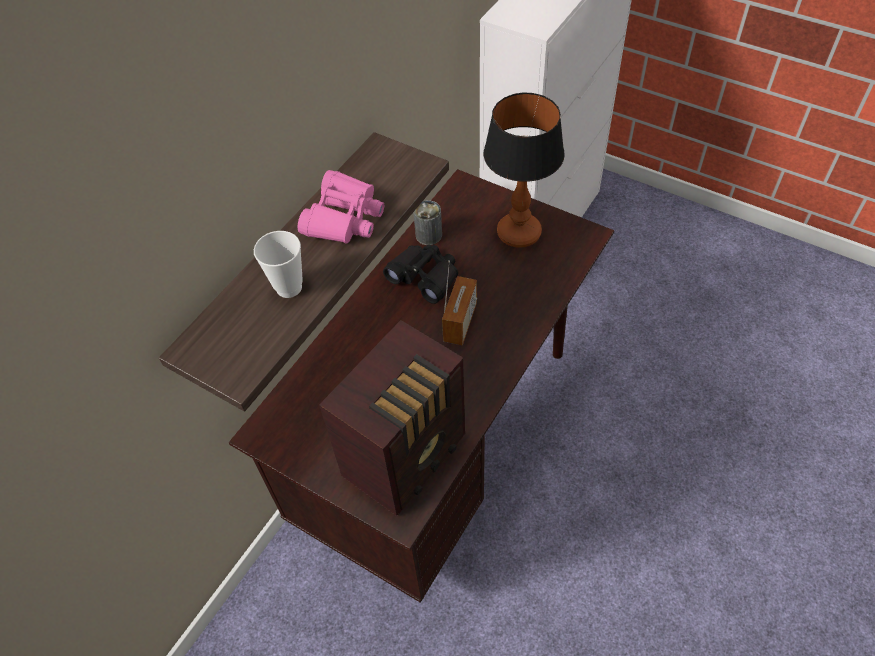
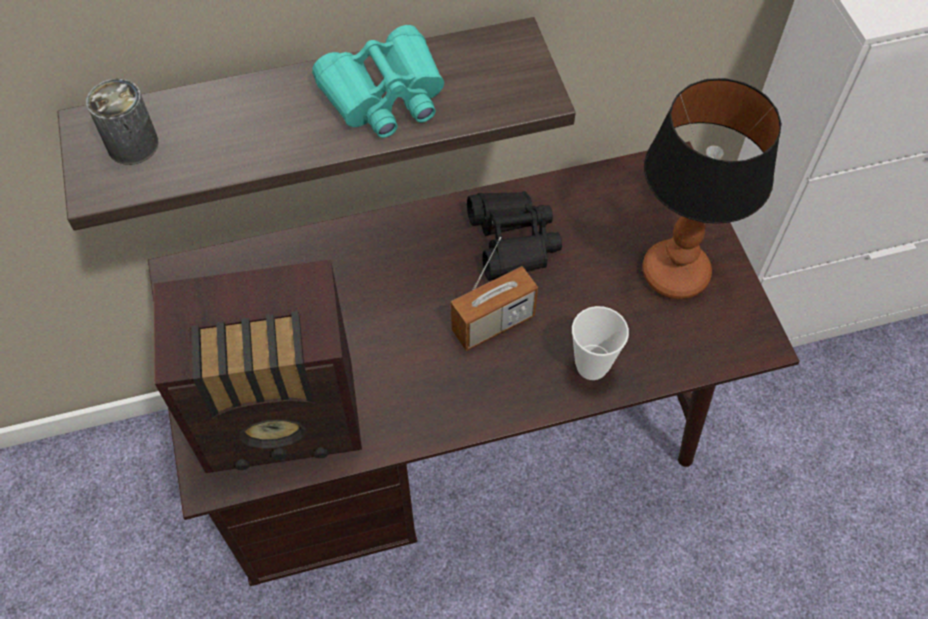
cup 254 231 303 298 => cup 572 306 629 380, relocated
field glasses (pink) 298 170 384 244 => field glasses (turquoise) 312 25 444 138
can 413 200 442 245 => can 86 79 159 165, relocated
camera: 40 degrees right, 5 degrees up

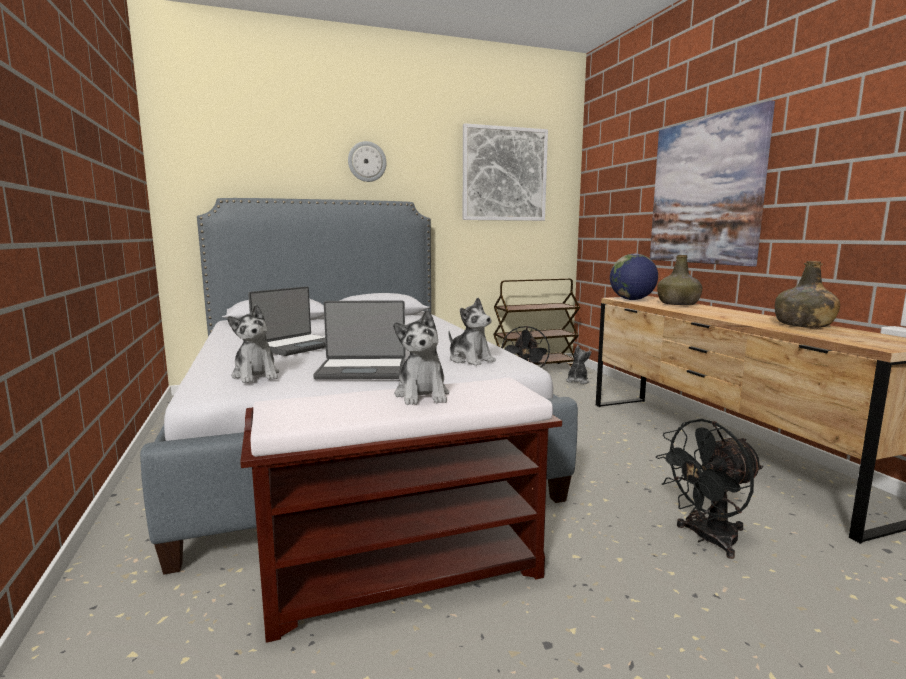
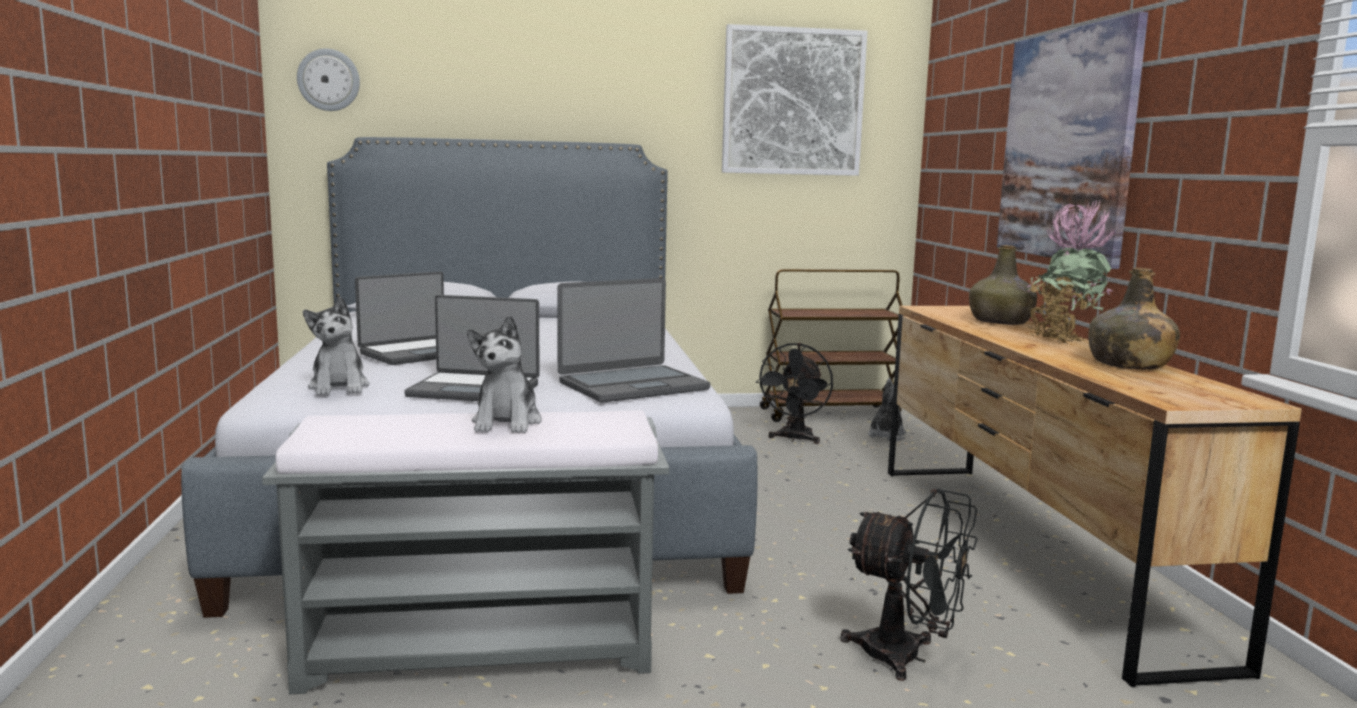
indoor bench (brownish) 240 378 562 643 => indoor bench (gray) 262 410 669 694
hanging clock 348 141 387 182 => hanging clock 297 48 360 111, relocated
plush toy 449 298 496 366 => portable computer 557 278 710 403
globe 610 254 658 300 => nothing
electric fan (black) 656 419 763 559 => electric fan (black) 841 489 978 681, 135 degrees counterclockwise
nothing => plant in a pot 1025 200 1116 344
camera: 10 degrees right, 0 degrees up

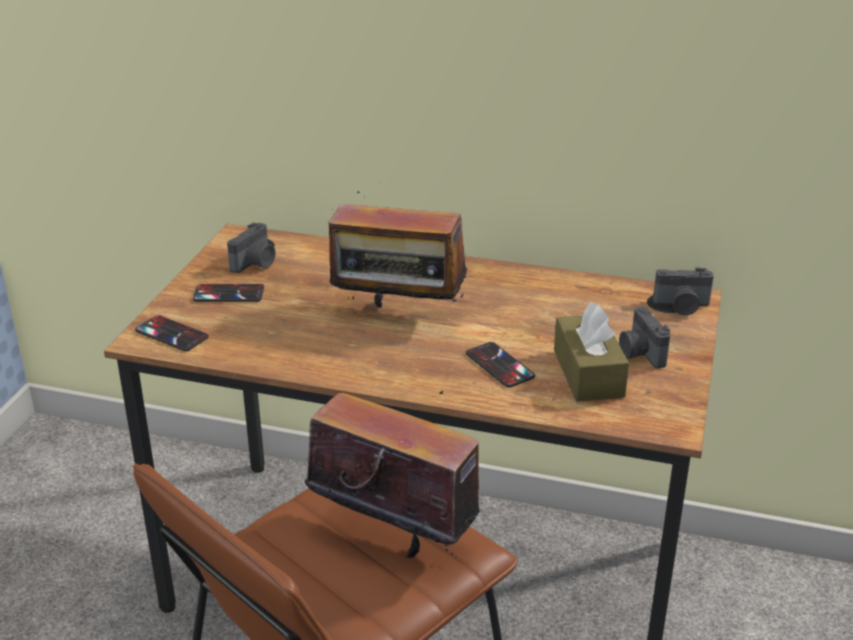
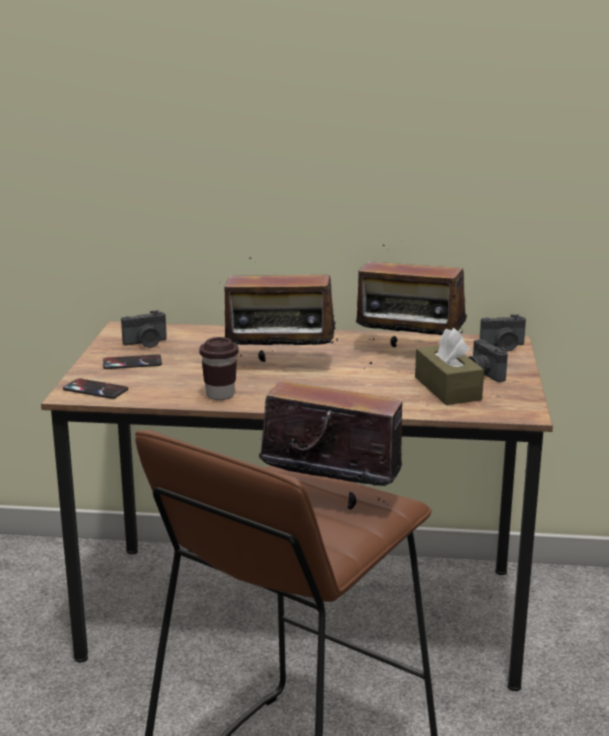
still camera 227 222 275 273 => still camera 121 310 167 348, 45 degrees clockwise
handset 466 342 535 388 => nothing
nothing => cup (brownish) 199 337 238 400
nothing => radio receiver 356 245 467 348
camera: 10 degrees left, 10 degrees down

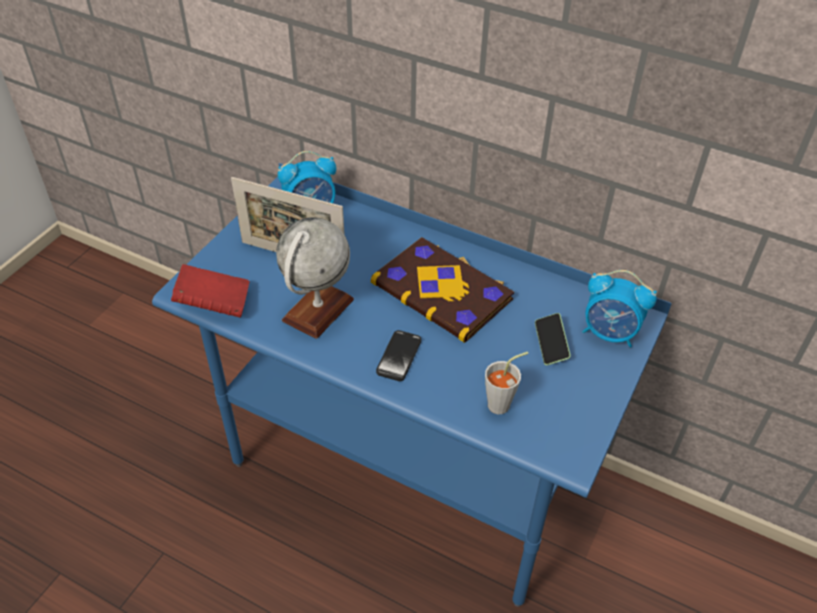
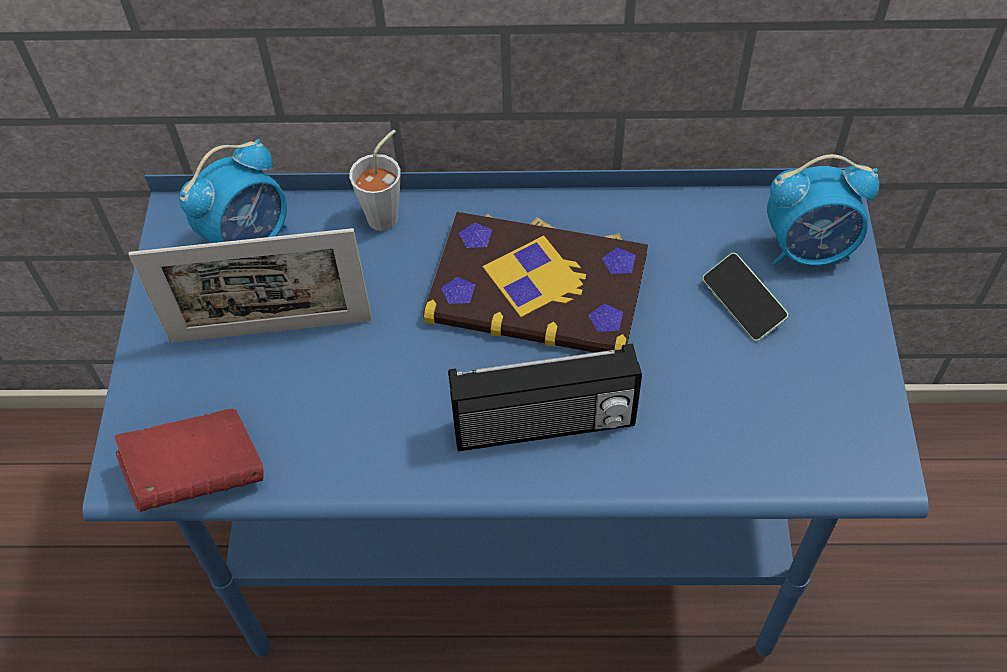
globe 276 217 354 339 => nothing
handset 376 330 421 381 => radio receiver 448 343 642 452
cup (gray) 485 352 528 414 => cup (gray) 349 130 400 231, relocated
camera: 25 degrees left, 10 degrees up

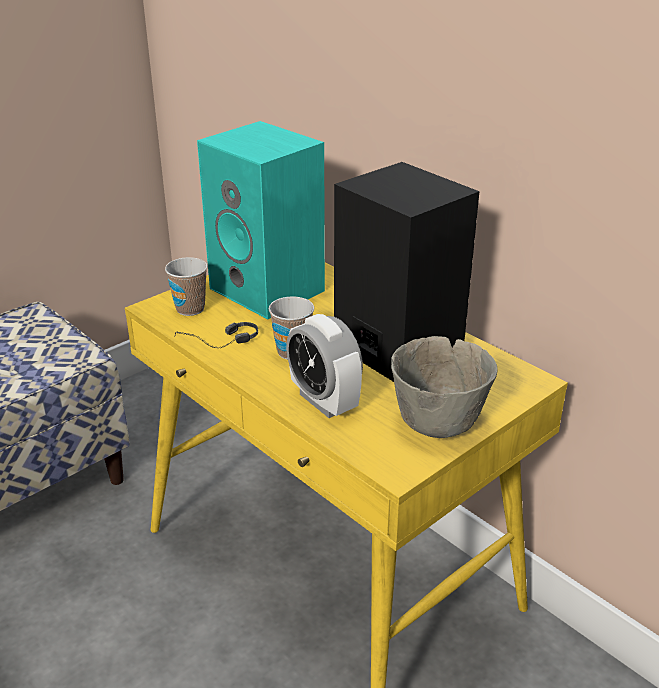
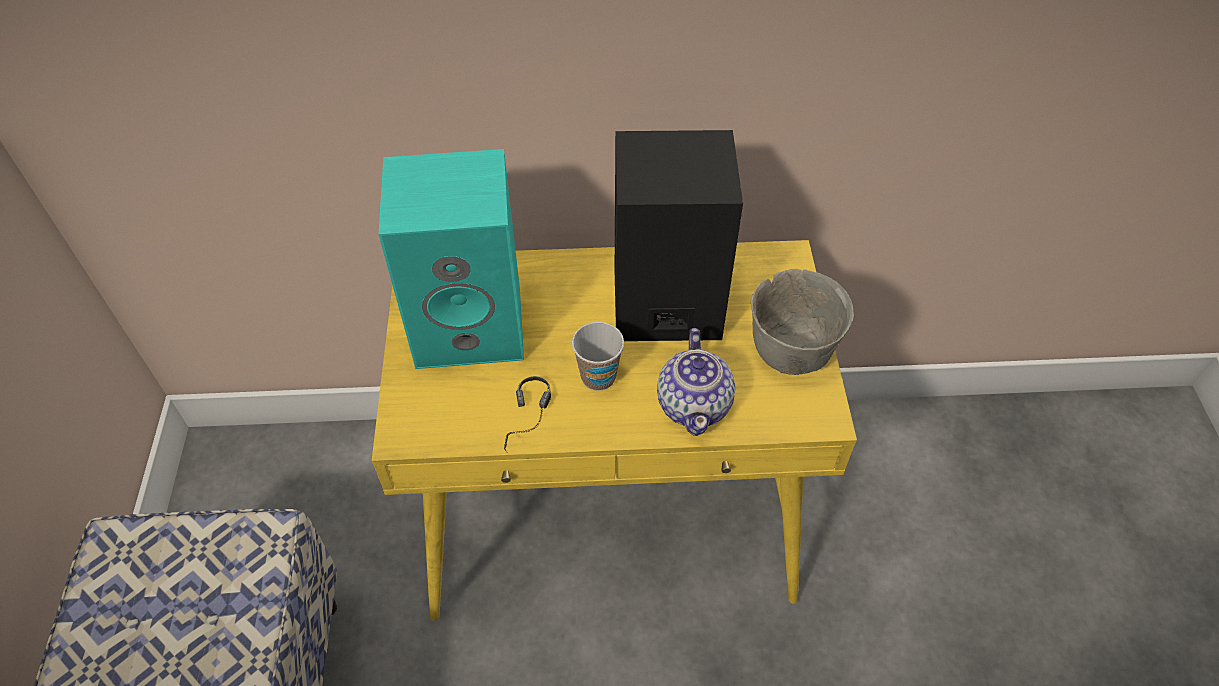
cup 165 257 208 316 => nothing
bedside clock 286 314 363 418 => pot for tea 657 328 736 436
camera: 50 degrees left, 20 degrees up

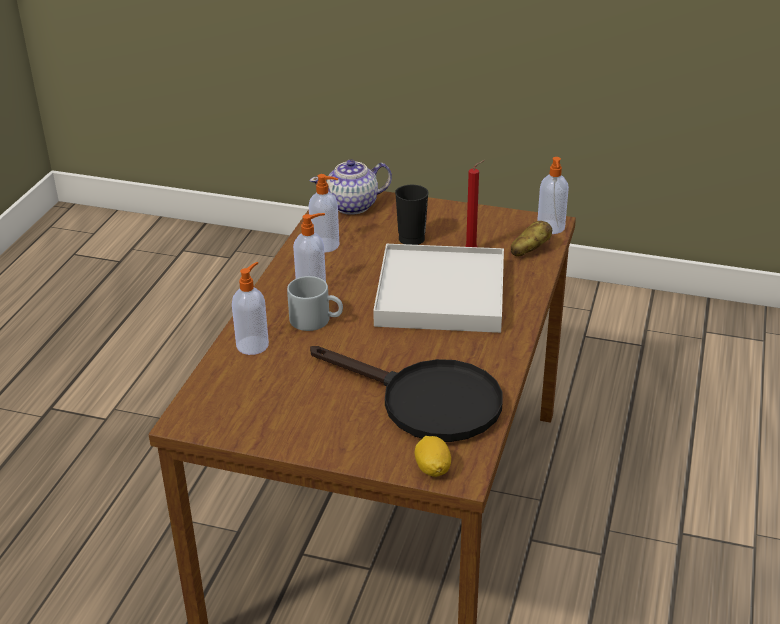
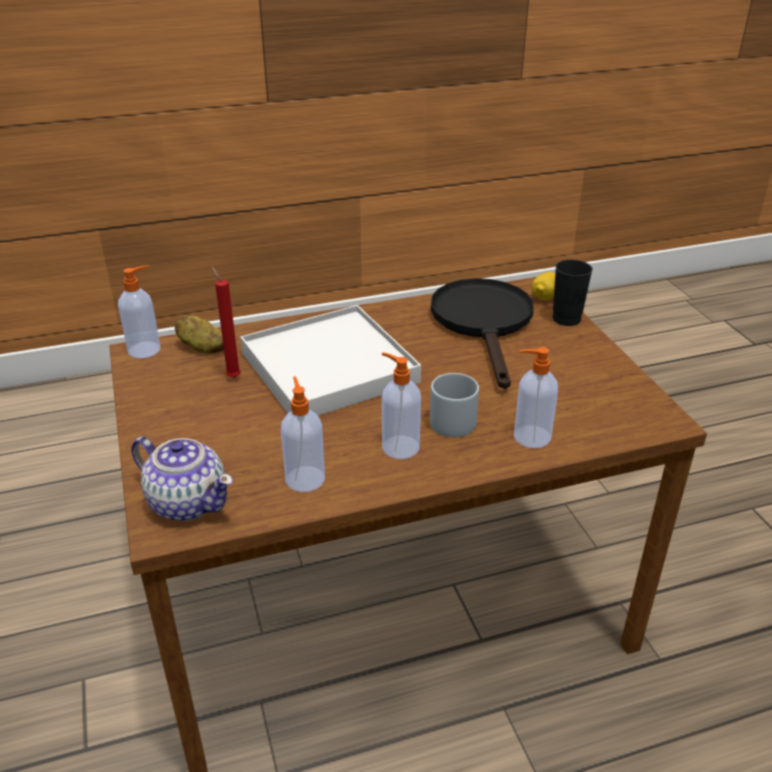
cup (black) 395 185 428 245 => cup (black) 552 259 593 326, relocated
camera: 125 degrees left, 0 degrees up

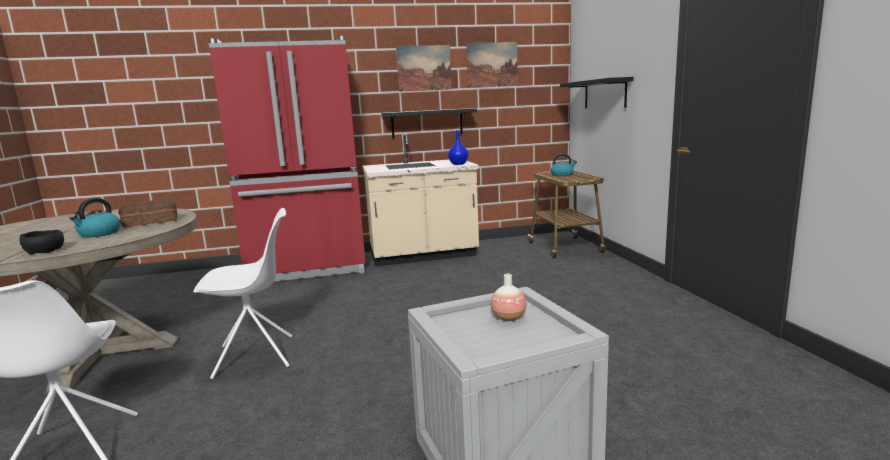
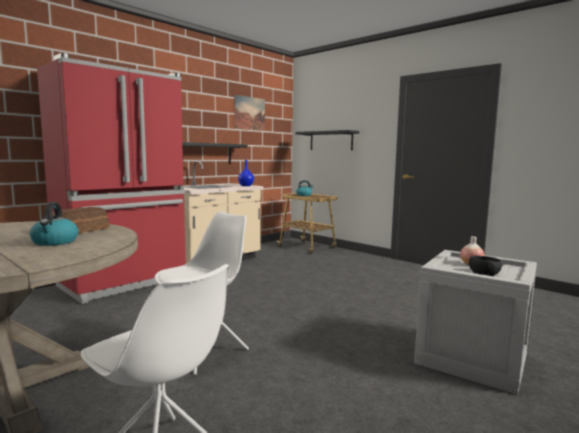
deep dish (black) 20 230 64 255 => deep dish (black) 469 255 502 276, relocated
wall art 396 45 452 92 => nothing
camera: 35 degrees left, 5 degrees down

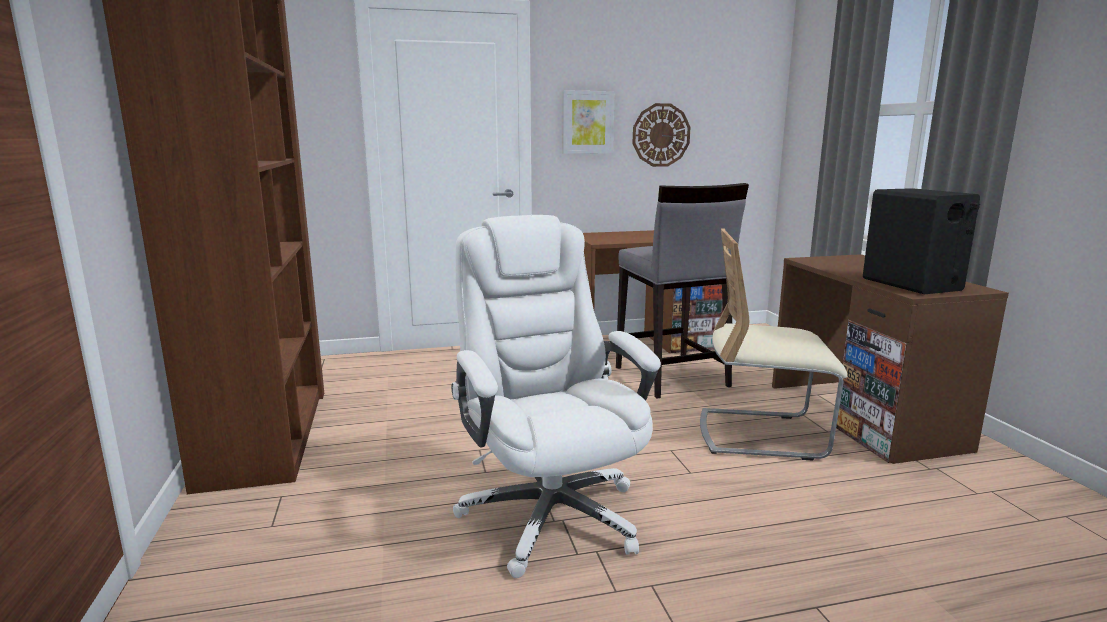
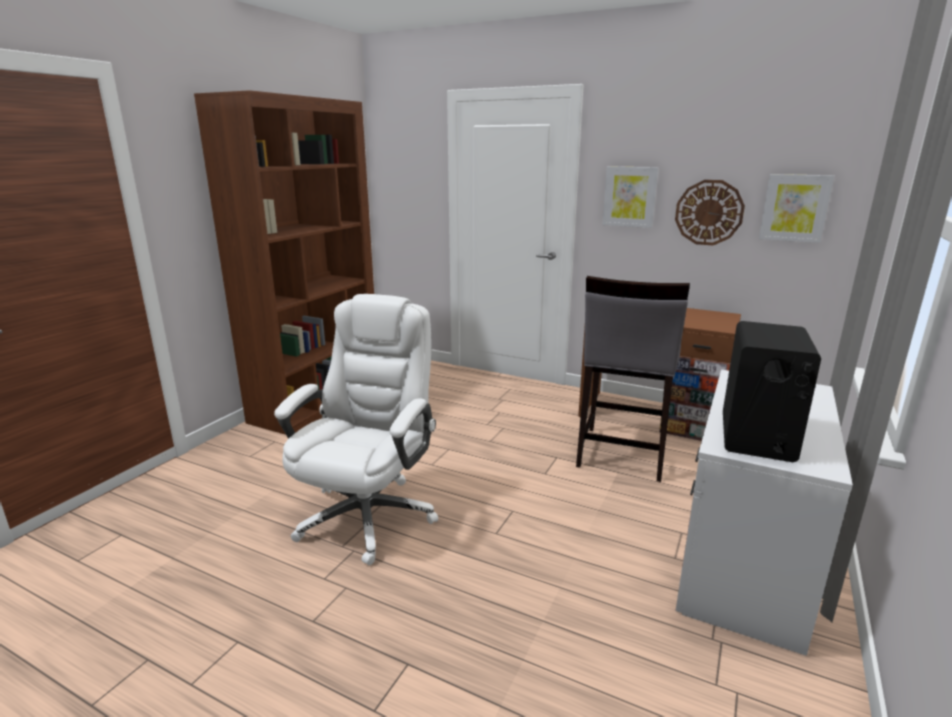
upright chair (sand-coloured) 700 228 847 461 => nothing
desk (brownish) 772 254 1009 464 => desk (whitish) 675 369 853 656
nothing => wall art 759 174 834 243
camera: 40 degrees right, 5 degrees up

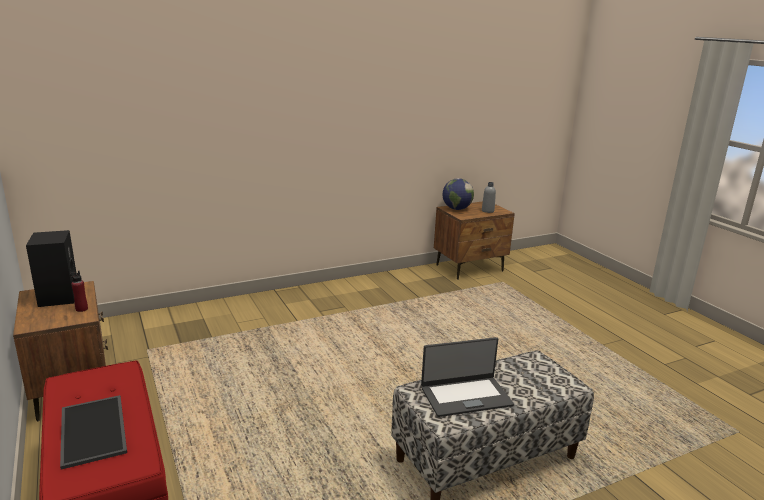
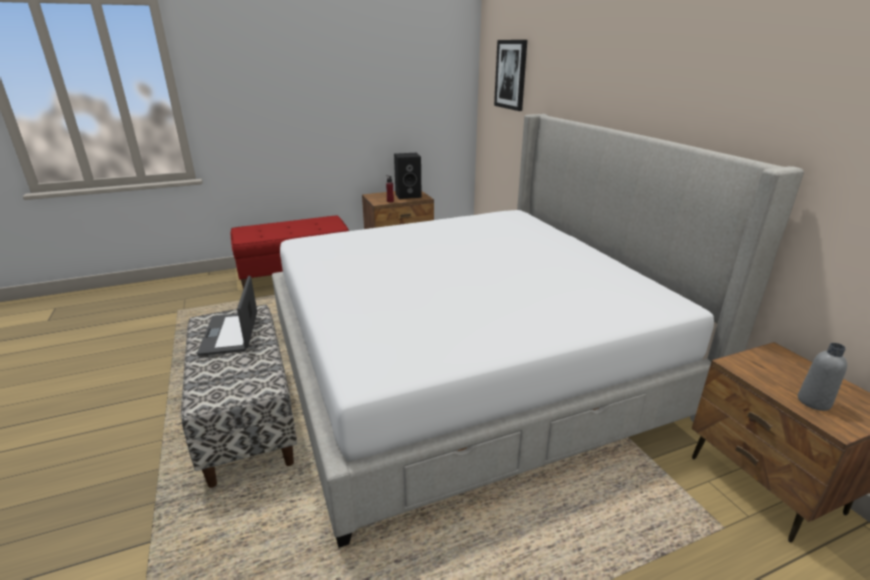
tray 60 395 127 470 => nothing
globe 443 178 474 210 => nothing
nothing => bedroom bed 272 114 804 548
nothing => wall art 494 40 527 111
camera: 95 degrees right, 5 degrees up

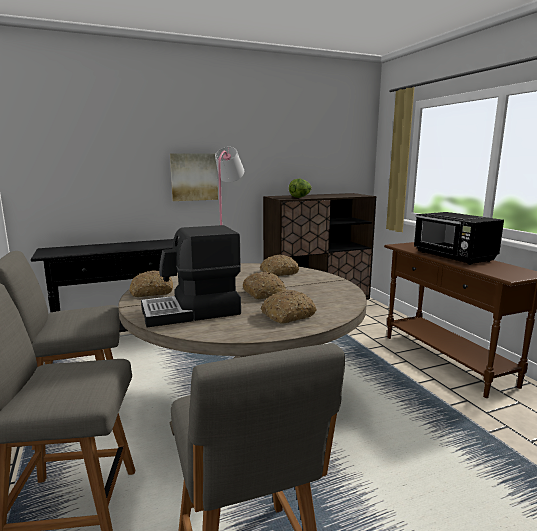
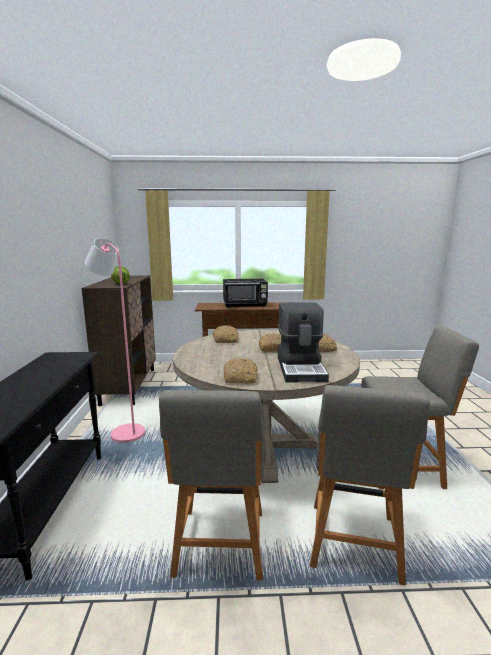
wall art 170 153 218 201 => nothing
camera: 70 degrees left, 0 degrees up

